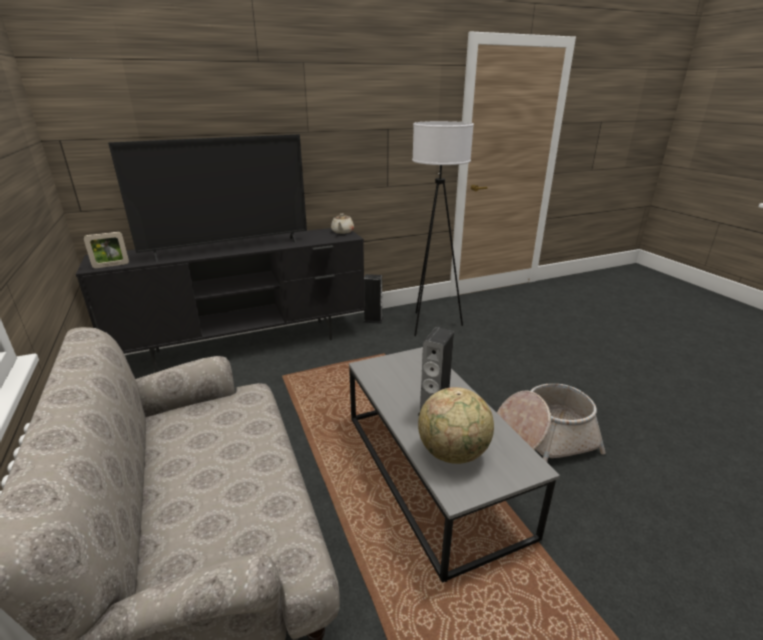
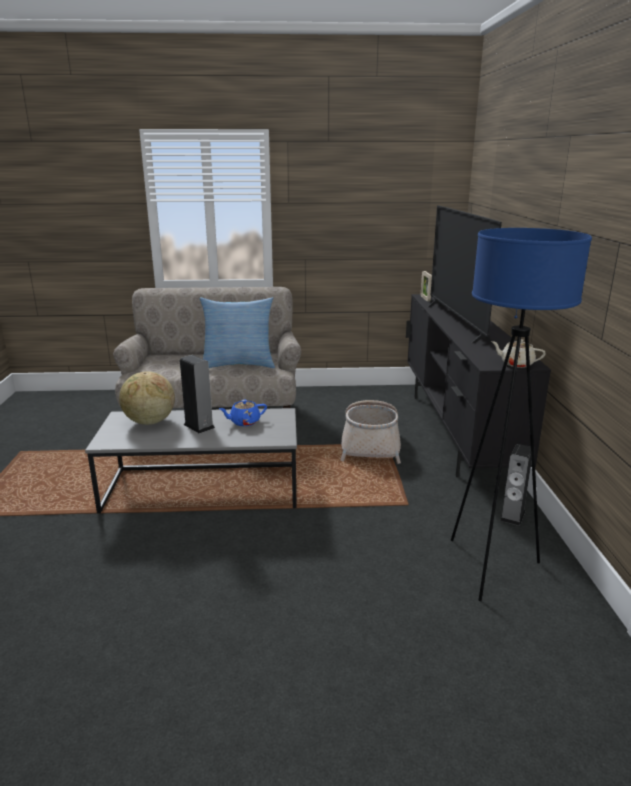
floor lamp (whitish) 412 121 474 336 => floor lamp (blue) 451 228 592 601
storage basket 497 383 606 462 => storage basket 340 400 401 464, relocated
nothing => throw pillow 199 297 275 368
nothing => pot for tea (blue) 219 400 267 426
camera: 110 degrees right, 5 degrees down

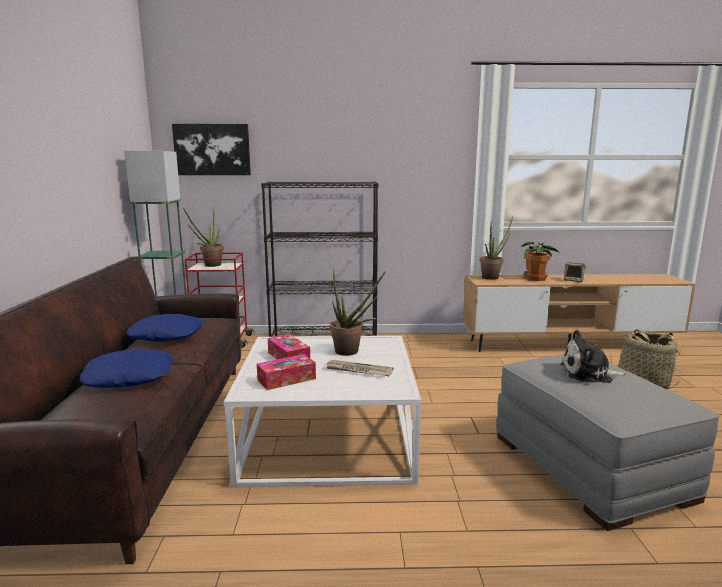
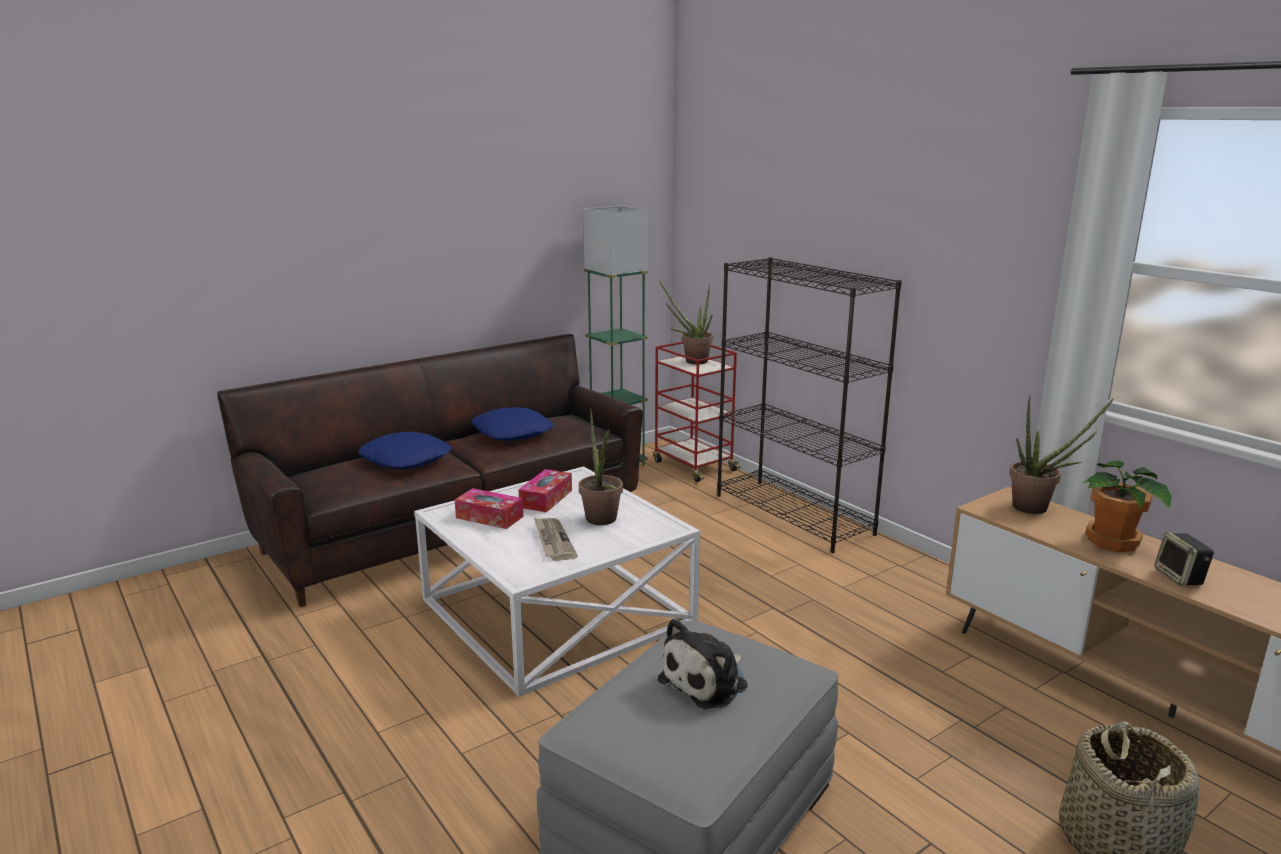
wall art 172 124 251 175 => nothing
plush toy 560 330 626 383 => plush toy 657 618 748 709, 105 degrees counterclockwise
camera: 55 degrees right, 5 degrees up

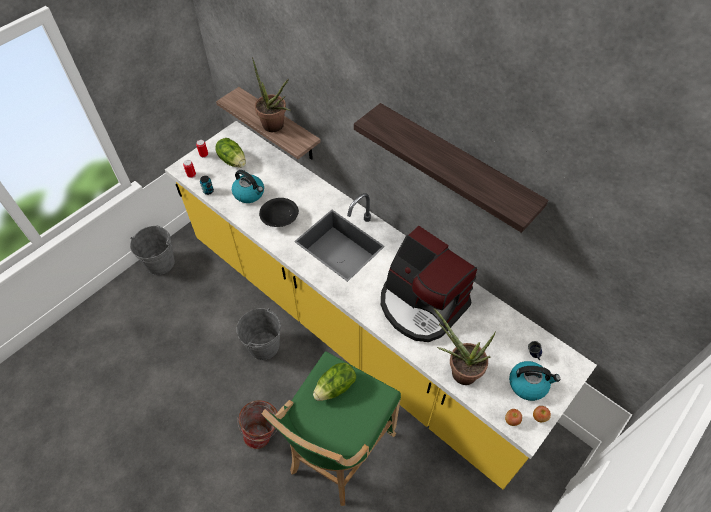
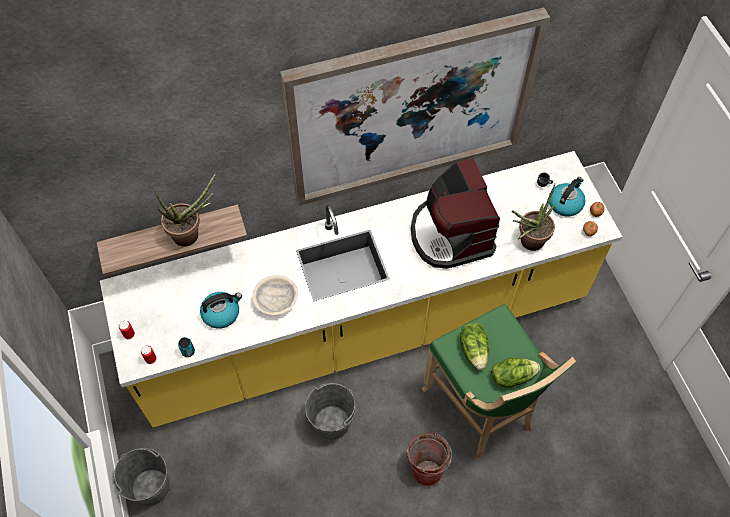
lettuce head 215 138 246 168 => lettuce head 492 358 540 388, relocated
deep dish (black) 259 198 299 227 => deep dish (sand-coloured) 253 275 298 315
shelf 354 103 548 233 => wall art 280 8 550 206
coffee brewer 381 226 477 342 => coffee brewer 411 158 500 269, 90 degrees clockwise
camera: 60 degrees left, 5 degrees up

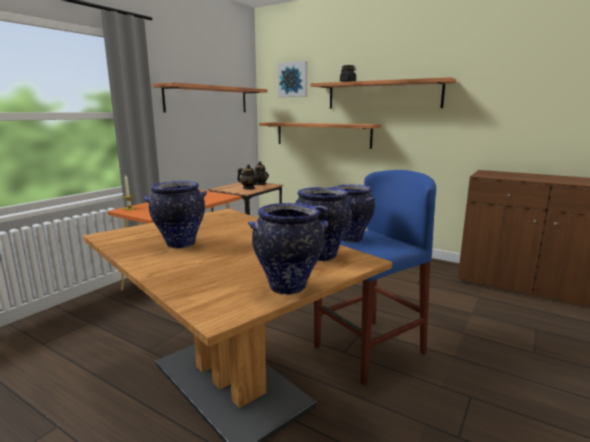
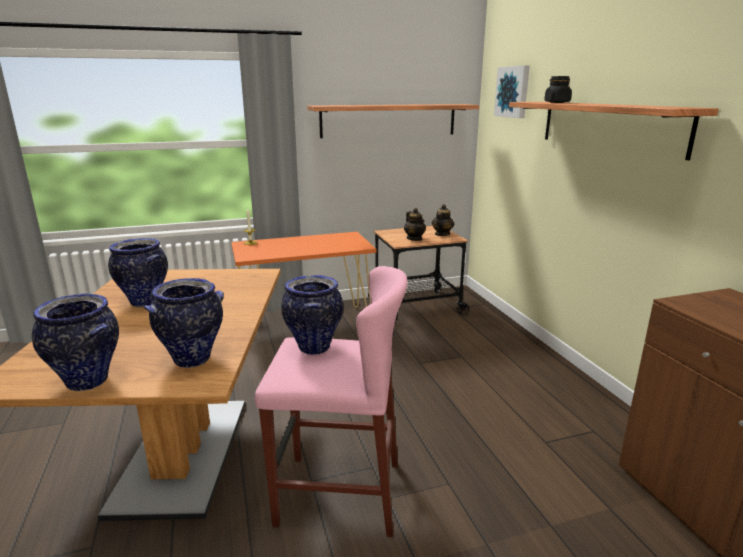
shelf 259 122 382 149 => nothing
stool seat (blue) 314 170 436 385 => stool seat (pink) 255 266 408 537
camera: 40 degrees right, 5 degrees up

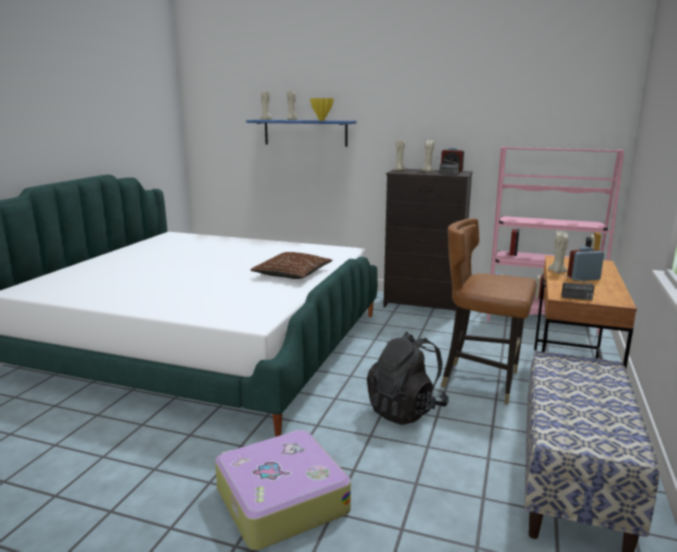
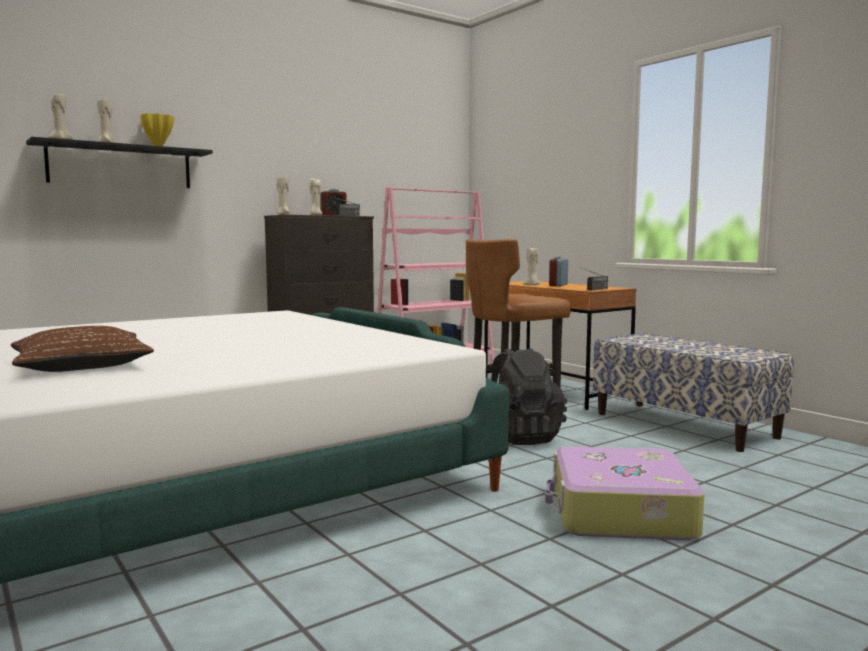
shelf (blue) 246 120 357 147 => shelf (black) 26 137 213 188
throw pillow (brownish) 250 252 332 279 => throw pillow (brownish) 11 326 154 372, relocated
camera: 55 degrees left, 10 degrees down

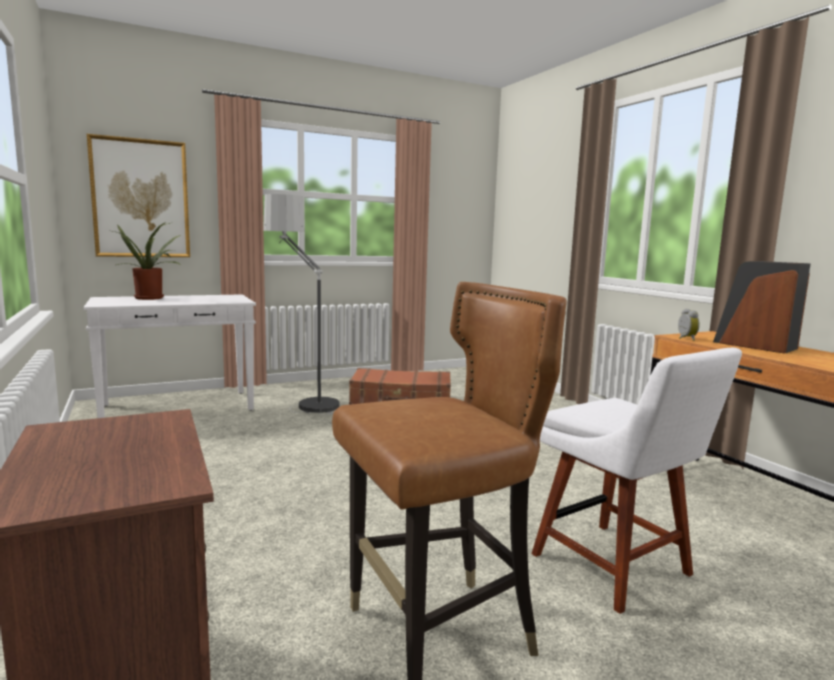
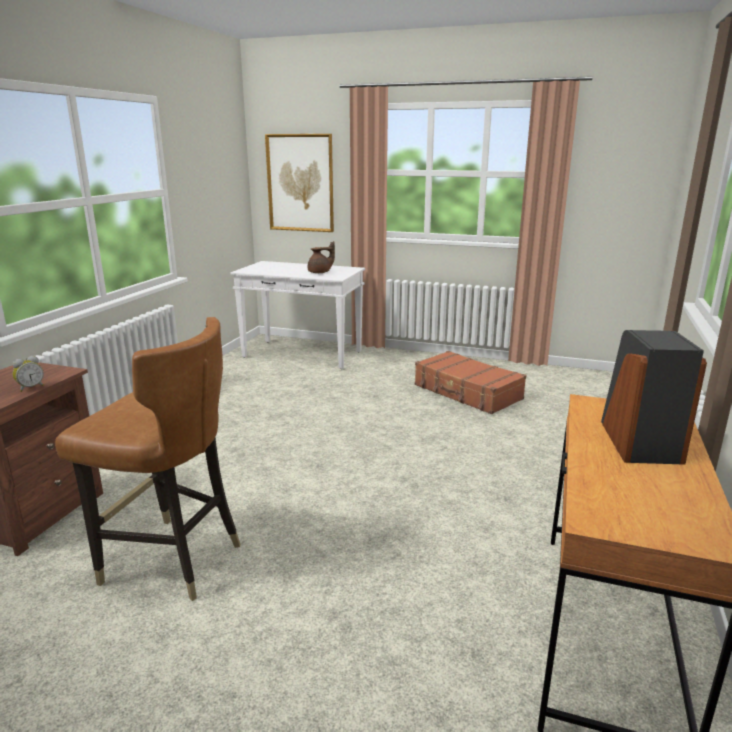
plant in a pot 108 222 181 300 => nothing
floor lamp 263 194 339 415 => nothing
upright chair (whitish) 531 348 742 614 => nothing
bedside clock 678 309 700 341 => bedside clock 13 355 44 392, relocated
nothing => pot for tea (brownish) 308 241 335 273
camera: 45 degrees right, 10 degrees up

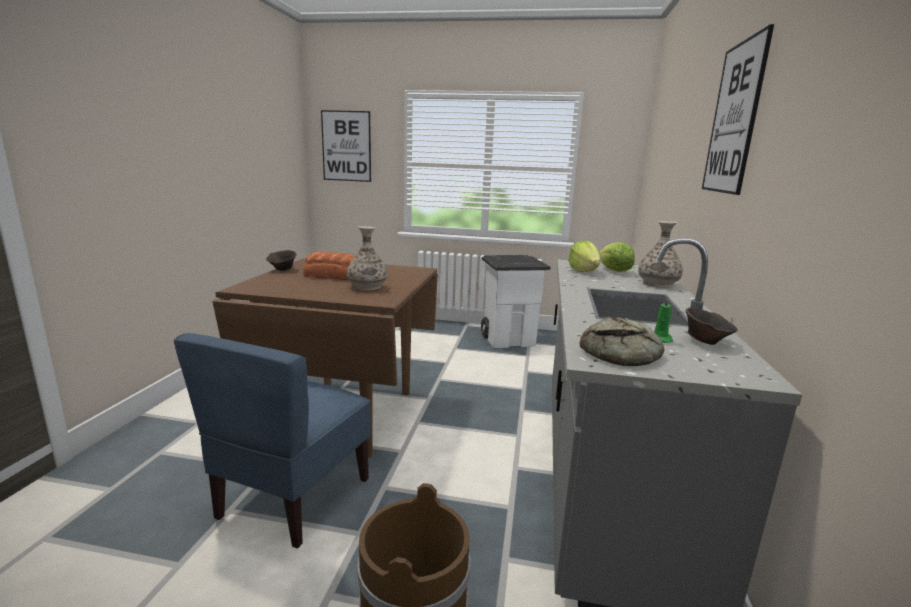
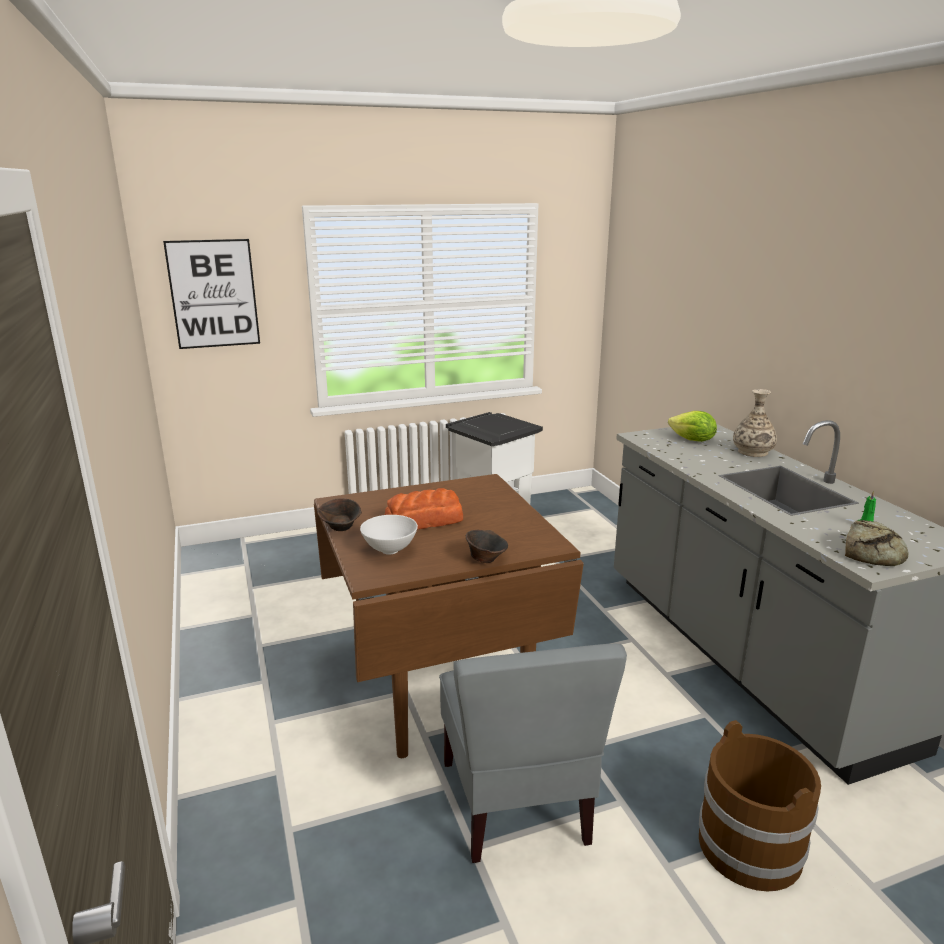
upright chair (blue) 174 333 371 548 => upright chair (gray) 439 644 627 863
vase 347 226 387 291 => nothing
lettuce head 568 240 601 272 => nothing
deep dish (brownish) 686 308 737 345 => deep dish (brownish) 466 530 508 563, relocated
wall art 702 24 774 195 => nothing
nothing => deep dish (whitish) 360 515 418 555
camera: 30 degrees left, 5 degrees up

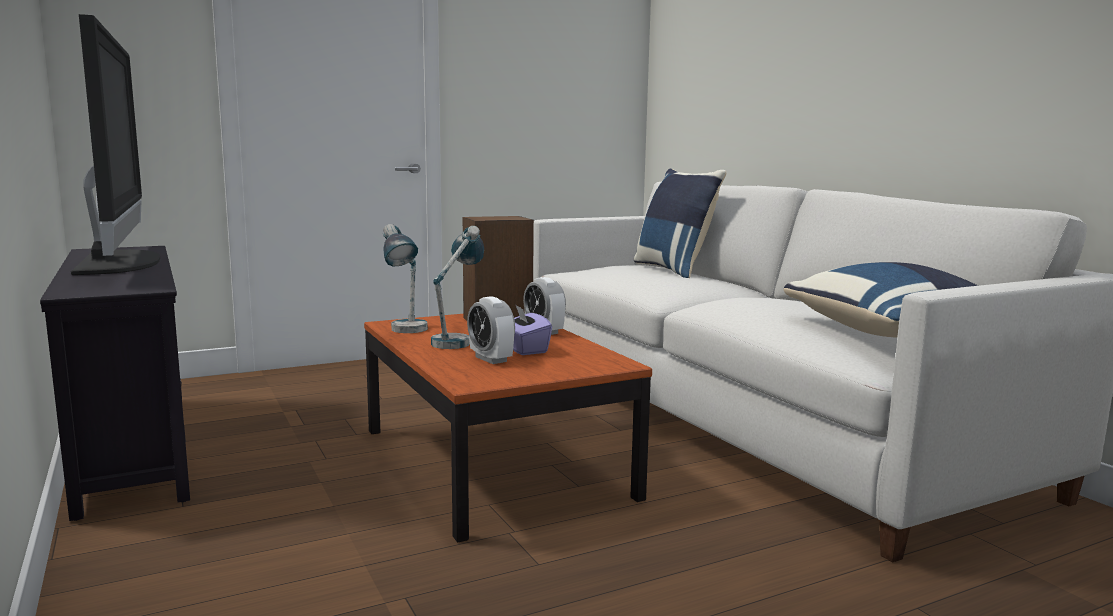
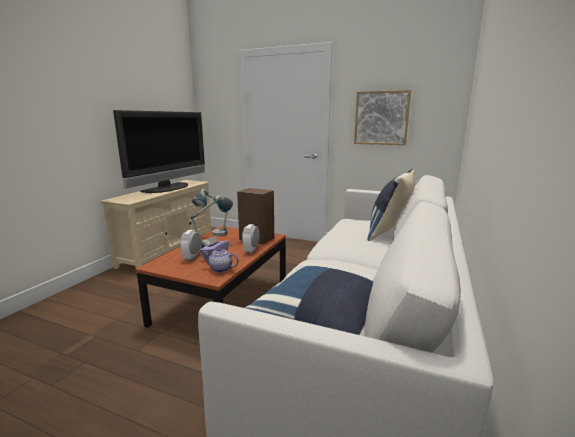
tv stand (black) 40 246 190 521 => tv stand (sand-coloured) 100 180 211 269
nothing => pot for tea 203 248 239 273
nothing => wall art 354 90 411 145
camera: 50 degrees right, 5 degrees up

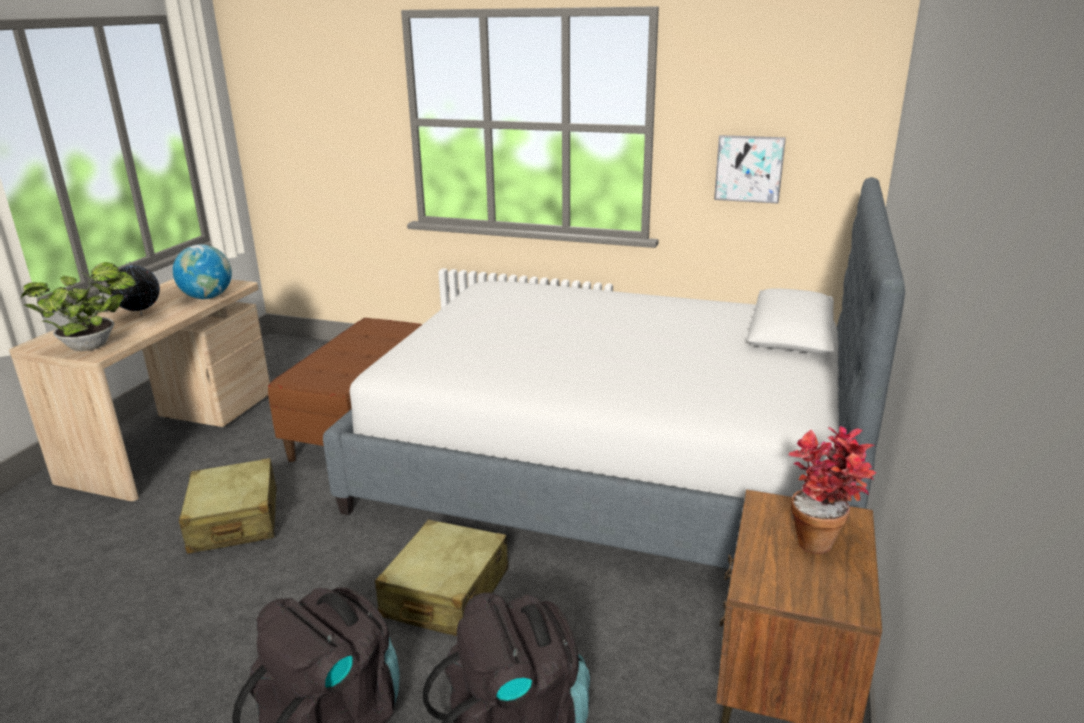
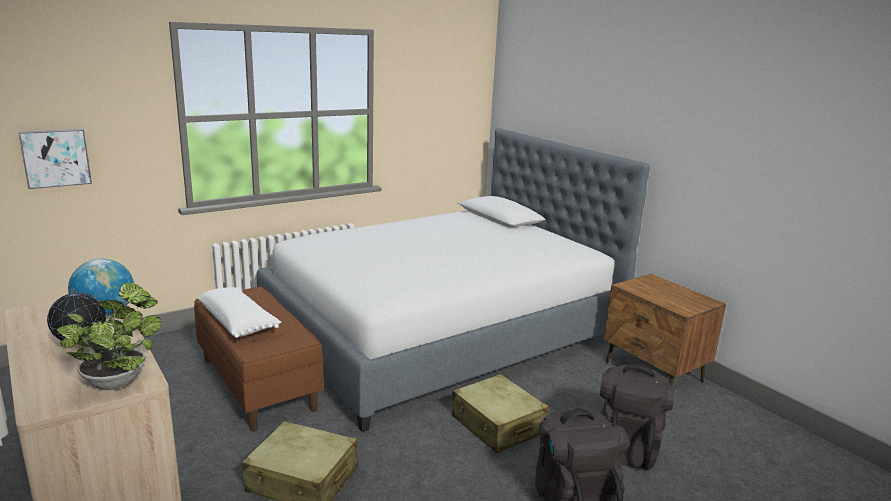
wall art 714 135 786 204 => wall art 18 129 92 189, relocated
plant in a pot 788 426 876 554 => nothing
nothing => throw pillow (whitish) 198 287 281 338
camera: 55 degrees left, 5 degrees down

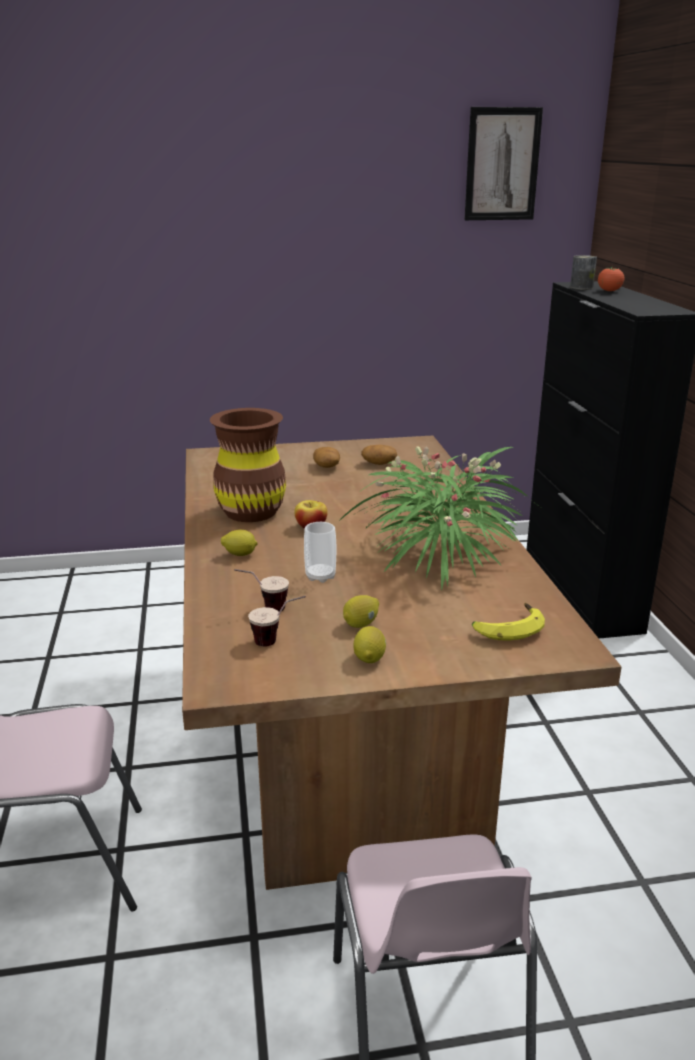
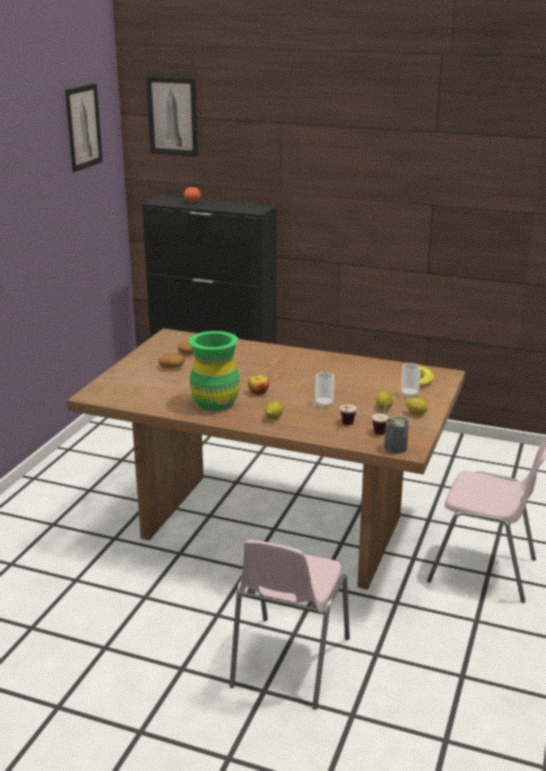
vase (brownish) 210 408 286 522 => vase (greenish) 188 331 240 411
plant in a pot 338 446 540 590 => nothing
can 570 255 597 290 => can 384 417 409 454, relocated
nothing => wall art 146 77 198 156
nothing => cup 401 363 421 398
camera: 60 degrees left, 0 degrees up

